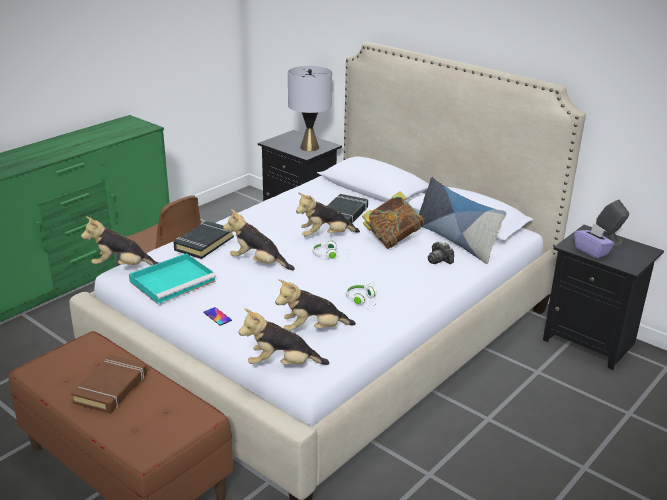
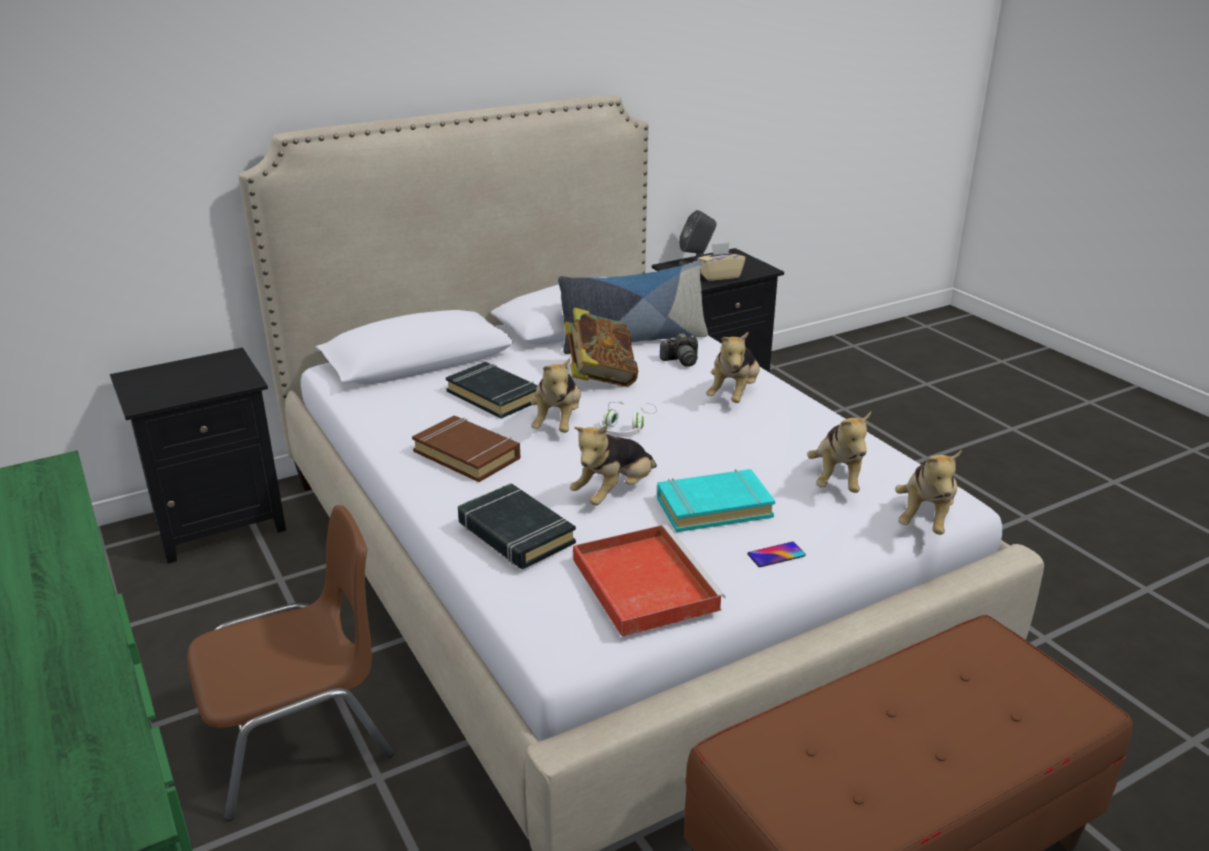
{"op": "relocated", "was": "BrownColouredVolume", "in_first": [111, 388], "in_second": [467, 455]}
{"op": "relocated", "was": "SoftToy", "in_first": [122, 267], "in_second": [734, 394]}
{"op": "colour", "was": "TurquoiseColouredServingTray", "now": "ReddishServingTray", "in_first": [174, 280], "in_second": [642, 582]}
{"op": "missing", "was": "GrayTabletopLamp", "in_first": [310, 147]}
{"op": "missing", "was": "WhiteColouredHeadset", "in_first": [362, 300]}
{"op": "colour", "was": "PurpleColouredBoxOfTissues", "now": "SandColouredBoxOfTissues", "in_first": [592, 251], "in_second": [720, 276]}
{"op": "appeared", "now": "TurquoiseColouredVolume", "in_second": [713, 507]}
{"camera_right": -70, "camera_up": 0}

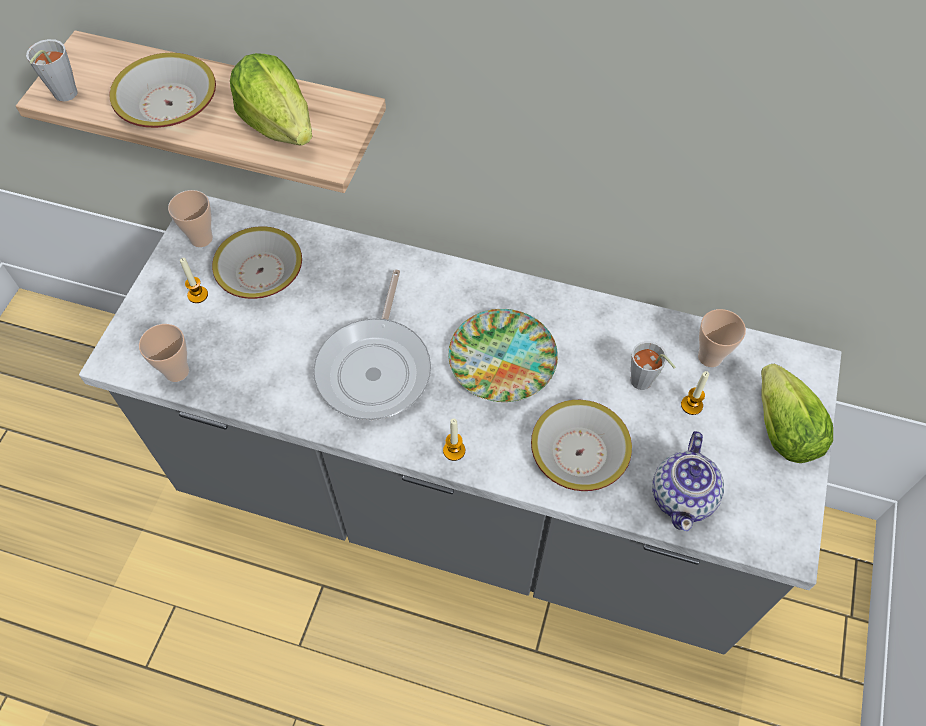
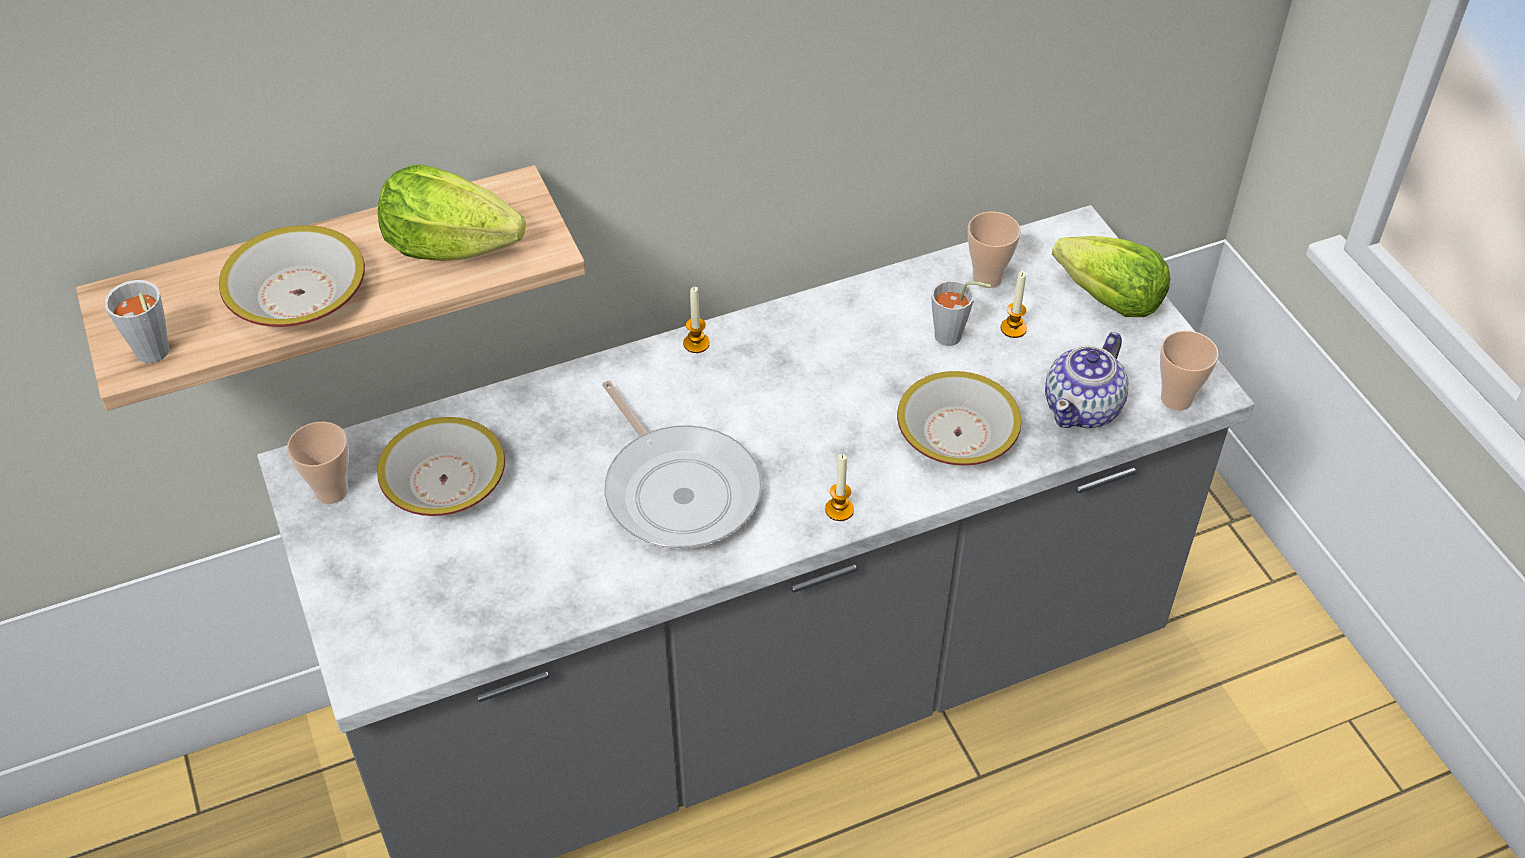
{"op": "relocated", "was": "DrinkingCup", "in_first": [177, 371], "in_second": [1176, 399]}
{"op": "relocated", "was": "WaxCandle", "in_first": [198, 295], "in_second": [696, 343]}
{"op": "missing", "was": "FlatDish", "in_first": [502, 359]}
{"op": "spun", "was": "Teapot", "in_first": [683, 496], "in_second": [1083, 408], "clockwise": 60}
{"camera_right": -40, "camera_up": -10}

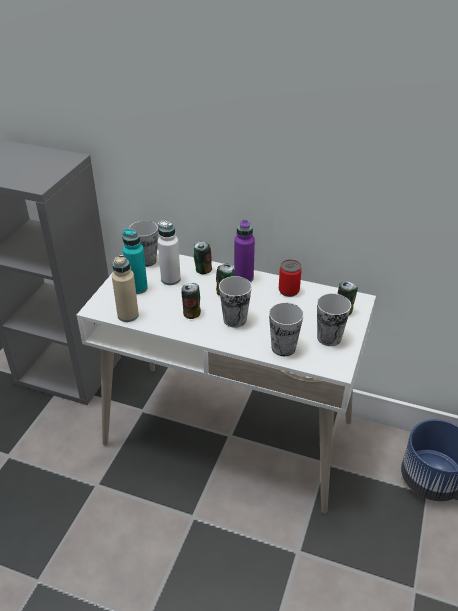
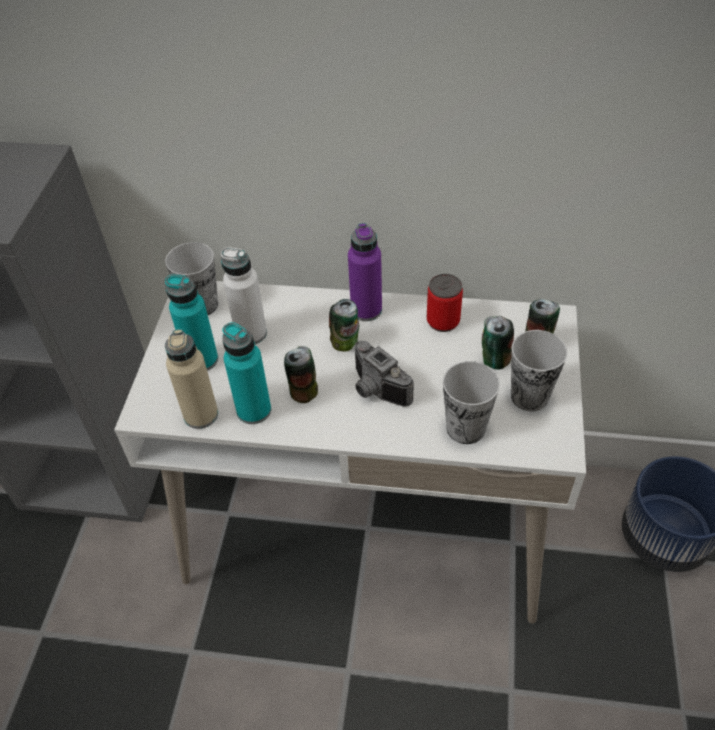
{"op": "relocated", "was": "Can", "in_first": [202, 270], "in_second": [494, 360]}
{"op": "exchanged", "was": "DrinkingCup", "now": "StillCamera", "in_first": [235, 320], "in_second": [375, 390]}
{"op": "appeared", "now": "TurquoiseColouredBeverageBottle", "in_second": [254, 410]}
{"camera_right": -10, "camera_up": 10}

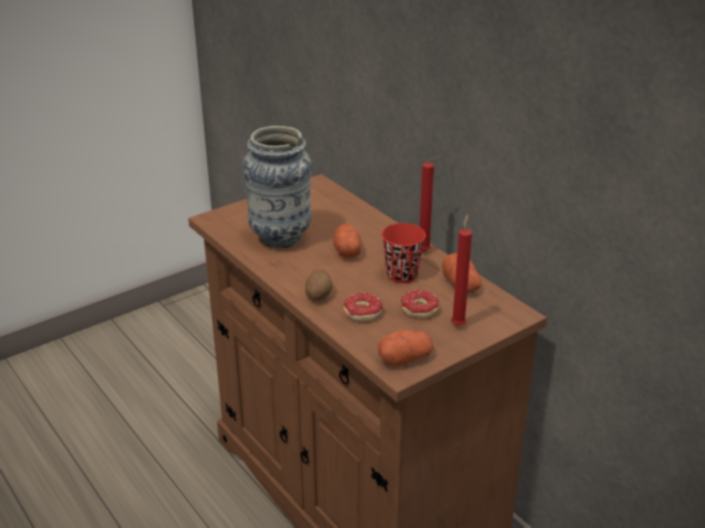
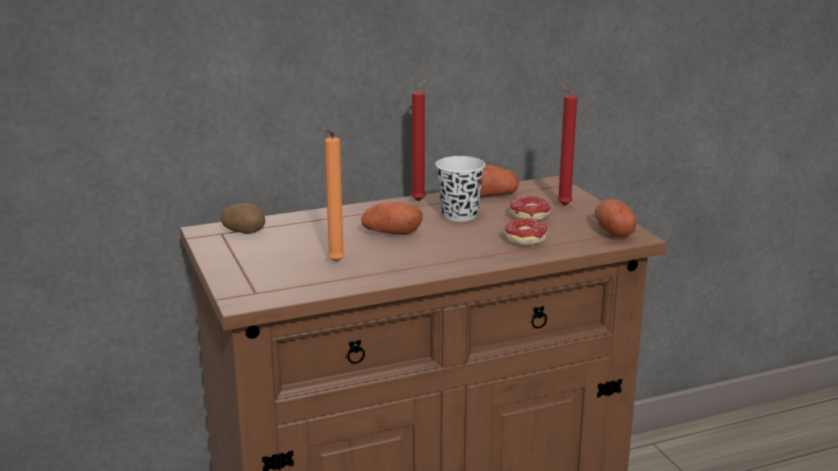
{"op": "exchanged", "was": "Vase", "now": "OrangeyWaxCandle", "in_first": [280, 238], "in_second": [334, 263]}
{"op": "relocated", "was": "Spud", "in_first": [319, 295], "in_second": [245, 231]}
{"op": "colour", "was": "ReddishDrinkingCup", "now": "BlackDrinkingCup", "in_first": [402, 275], "in_second": [459, 215]}
{"camera_right": -75, "camera_up": -10}

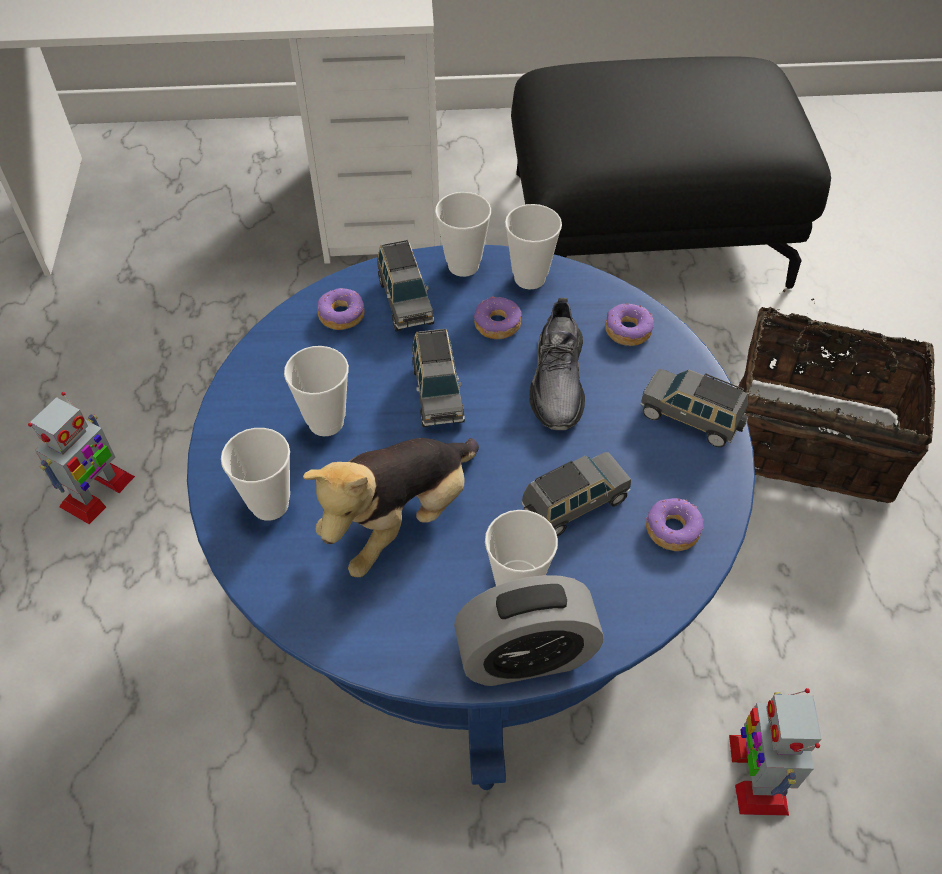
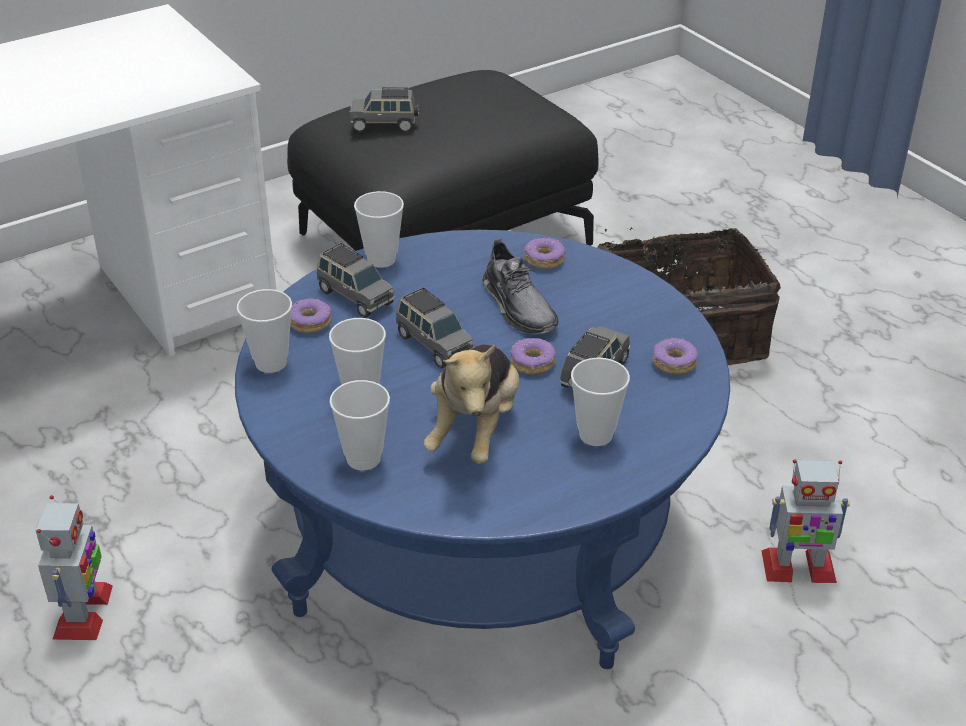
{"op": "missing", "was": "BedsideClock", "in_first": [525, 656]}
{"op": "relocated", "was": "RingDoughnut", "in_first": [497, 324], "in_second": [532, 363]}
{"op": "relocated", "was": "DrinkingCup", "in_first": [529, 278], "in_second": [271, 363]}
{"op": "relocated", "was": "GrayMiniatureCar", "in_first": [691, 418], "in_second": [384, 124]}
{"op": "spun", "was": "ModelRobot", "in_first": [757, 773], "in_second": [797, 567], "clockwise": -60}
{"camera_right": -30, "camera_up": -15}

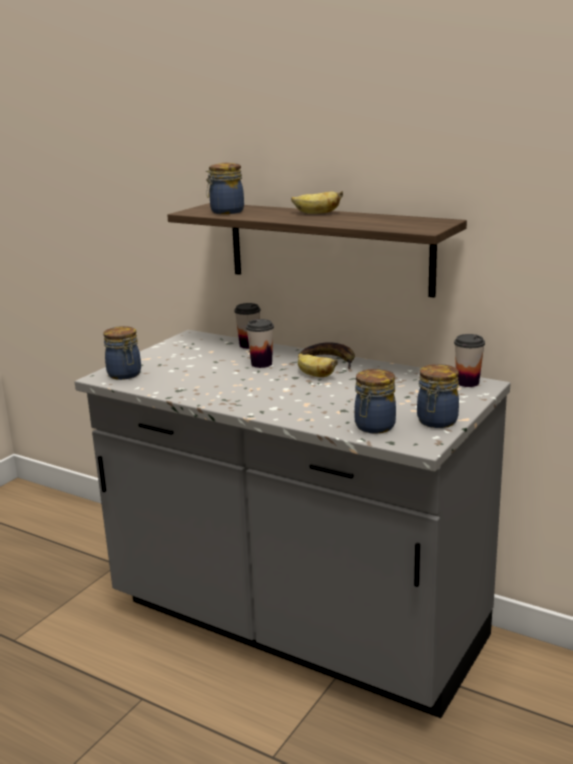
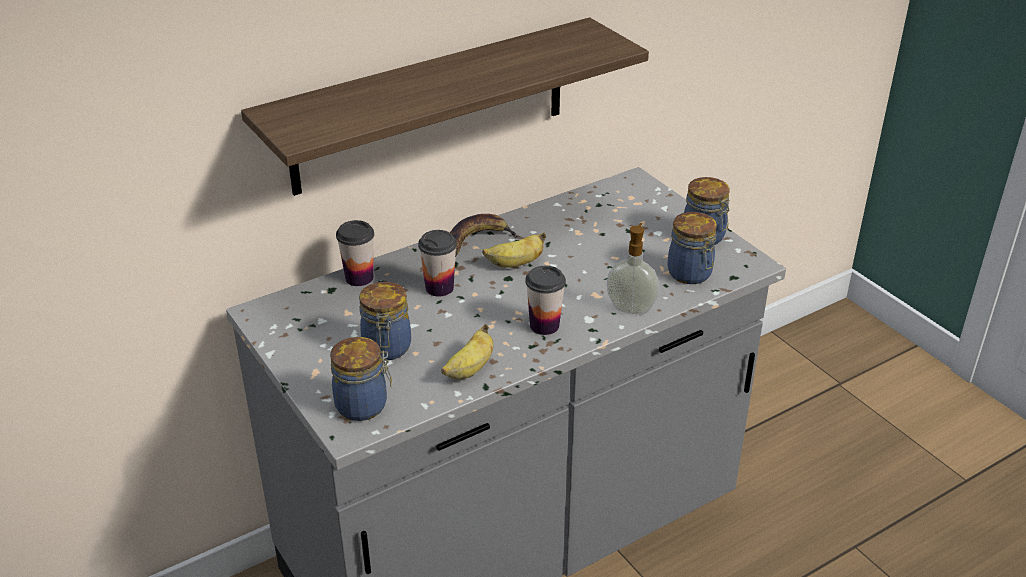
{"op": "relocated", "was": "Jar", "in_first": [226, 212], "in_second": [387, 349]}
{"op": "relocated", "was": "WholeBanana", "in_first": [316, 213], "in_second": [469, 369]}
{"op": "relocated", "was": "DrinkingCup", "in_first": [467, 382], "in_second": [544, 325]}
{"op": "appeared", "now": "LiquidSoapBottle", "in_second": [631, 308]}
{"camera_right": -65, "camera_up": 15}

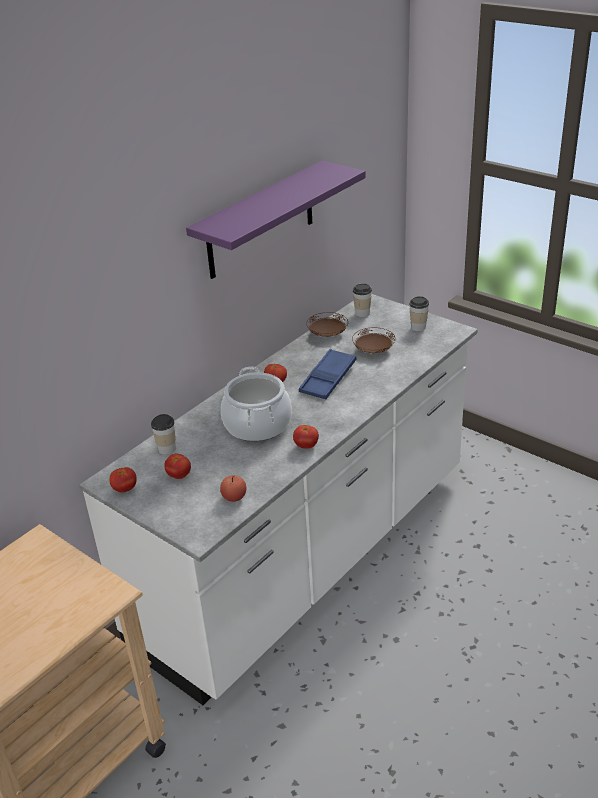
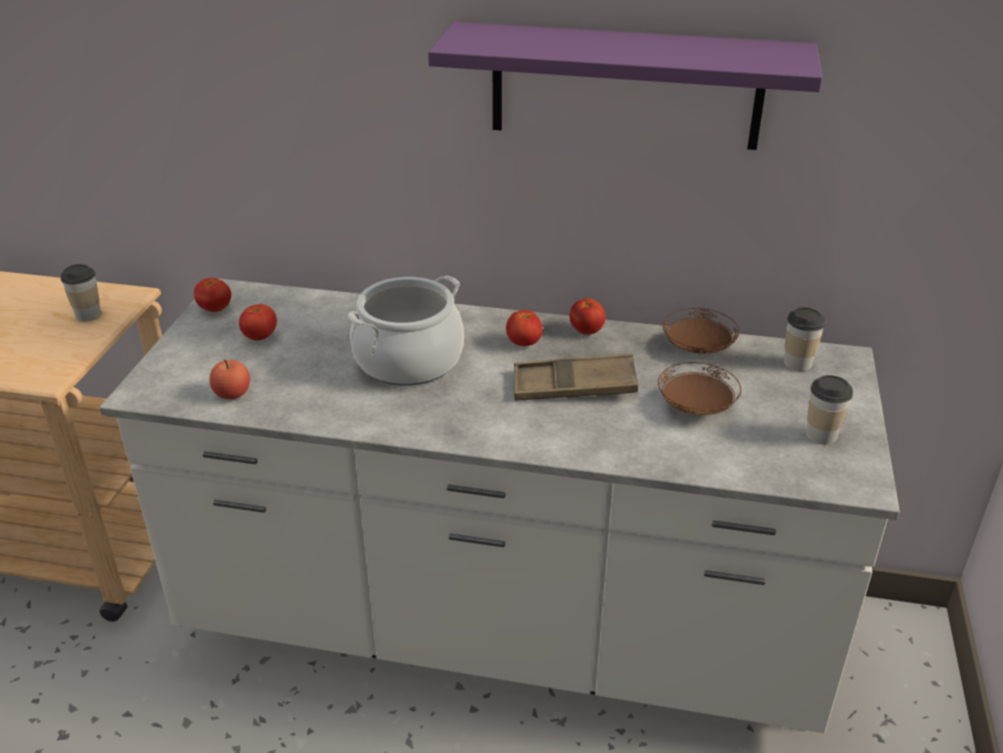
{"op": "relocated", "was": "DrinkingCup", "in_first": [167, 449], "in_second": [88, 315]}
{"op": "relocated", "was": "Tomato", "in_first": [306, 446], "in_second": [586, 331]}
{"op": "colour", "was": "BlueServingTray", "now": "BrownColouredServingTray", "in_first": [328, 379], "in_second": [574, 386]}
{"camera_right": 60, "camera_up": 0}

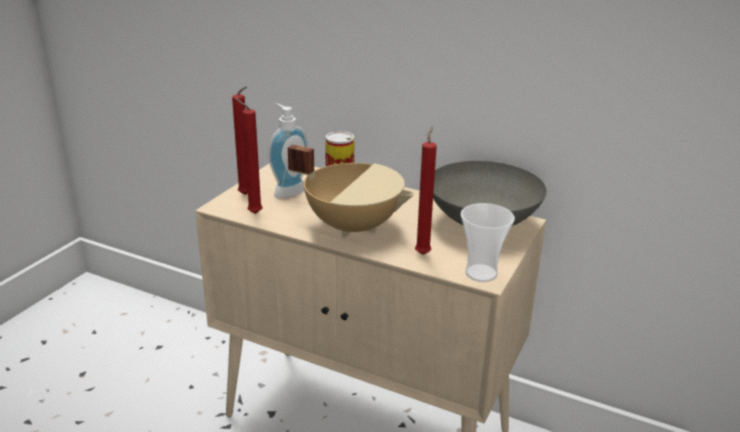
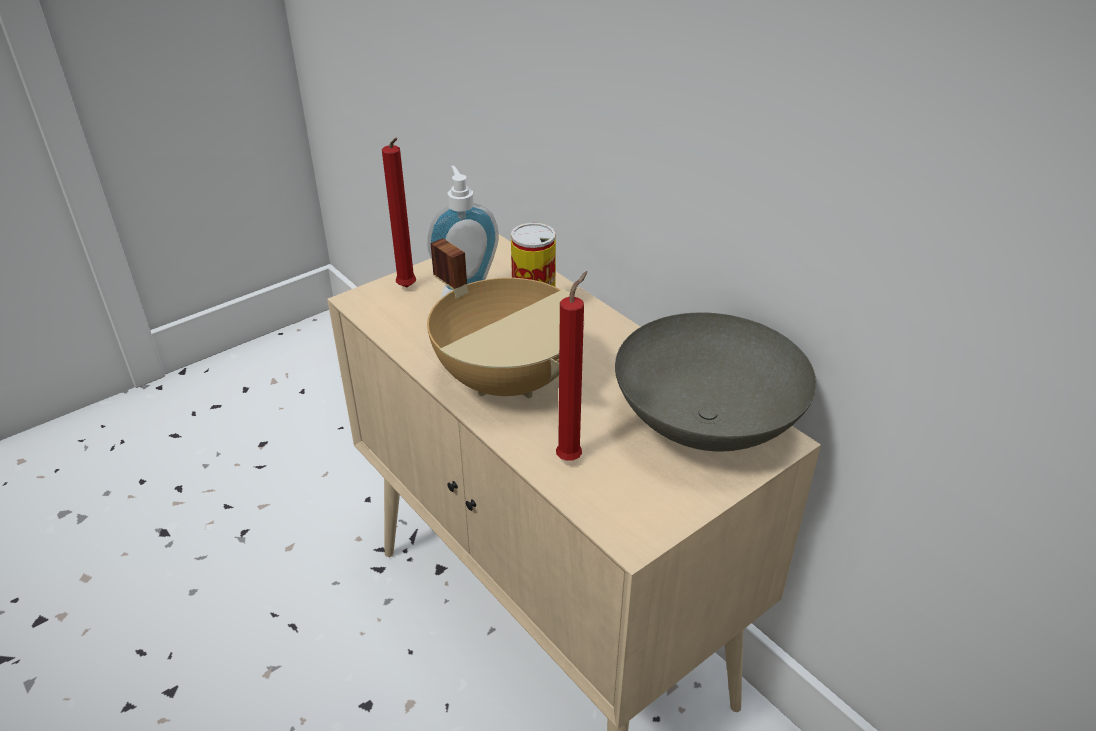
{"op": "missing", "was": "ReddishWaxCandle", "in_first": [252, 213]}
{"op": "missing", "was": "DrinkingCup", "in_first": [481, 273]}
{"camera_right": 25, "camera_up": 10}

